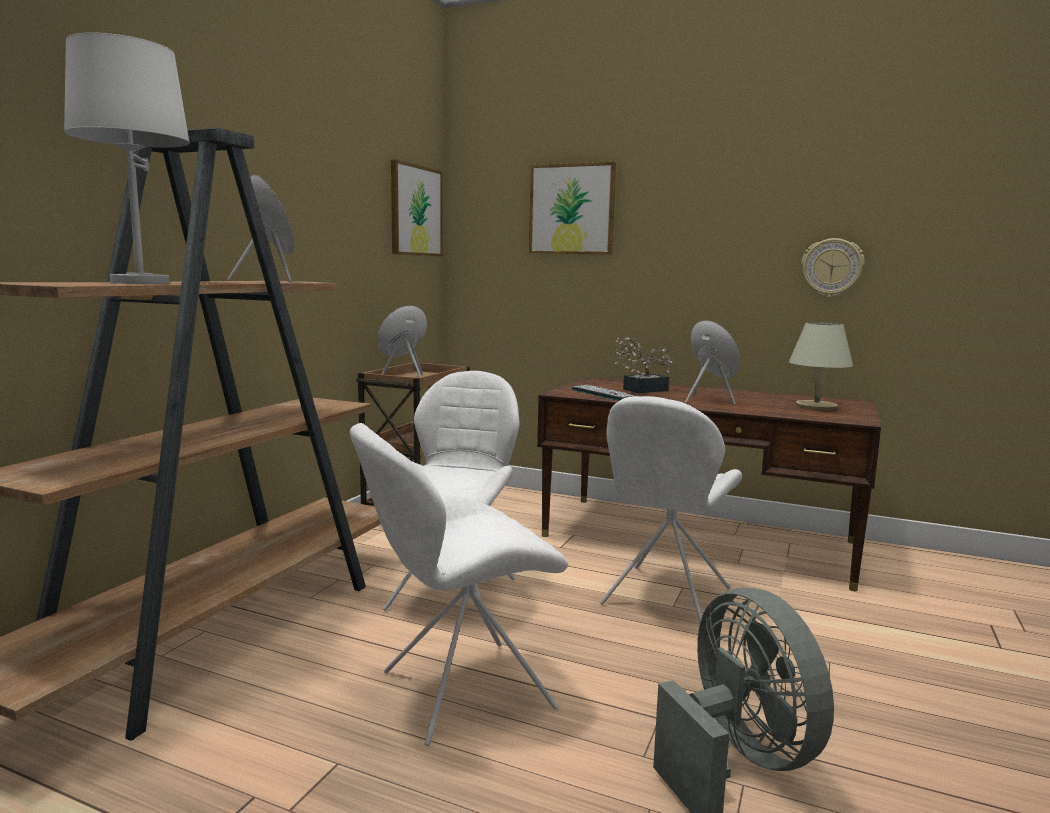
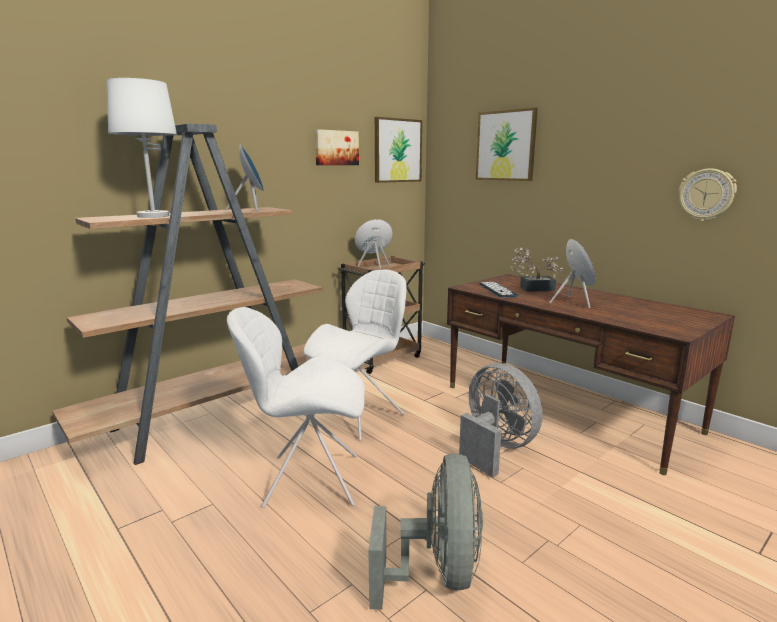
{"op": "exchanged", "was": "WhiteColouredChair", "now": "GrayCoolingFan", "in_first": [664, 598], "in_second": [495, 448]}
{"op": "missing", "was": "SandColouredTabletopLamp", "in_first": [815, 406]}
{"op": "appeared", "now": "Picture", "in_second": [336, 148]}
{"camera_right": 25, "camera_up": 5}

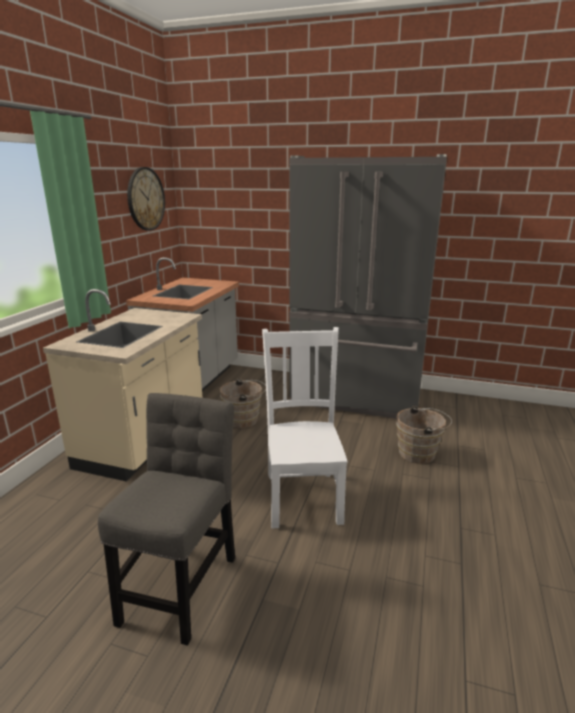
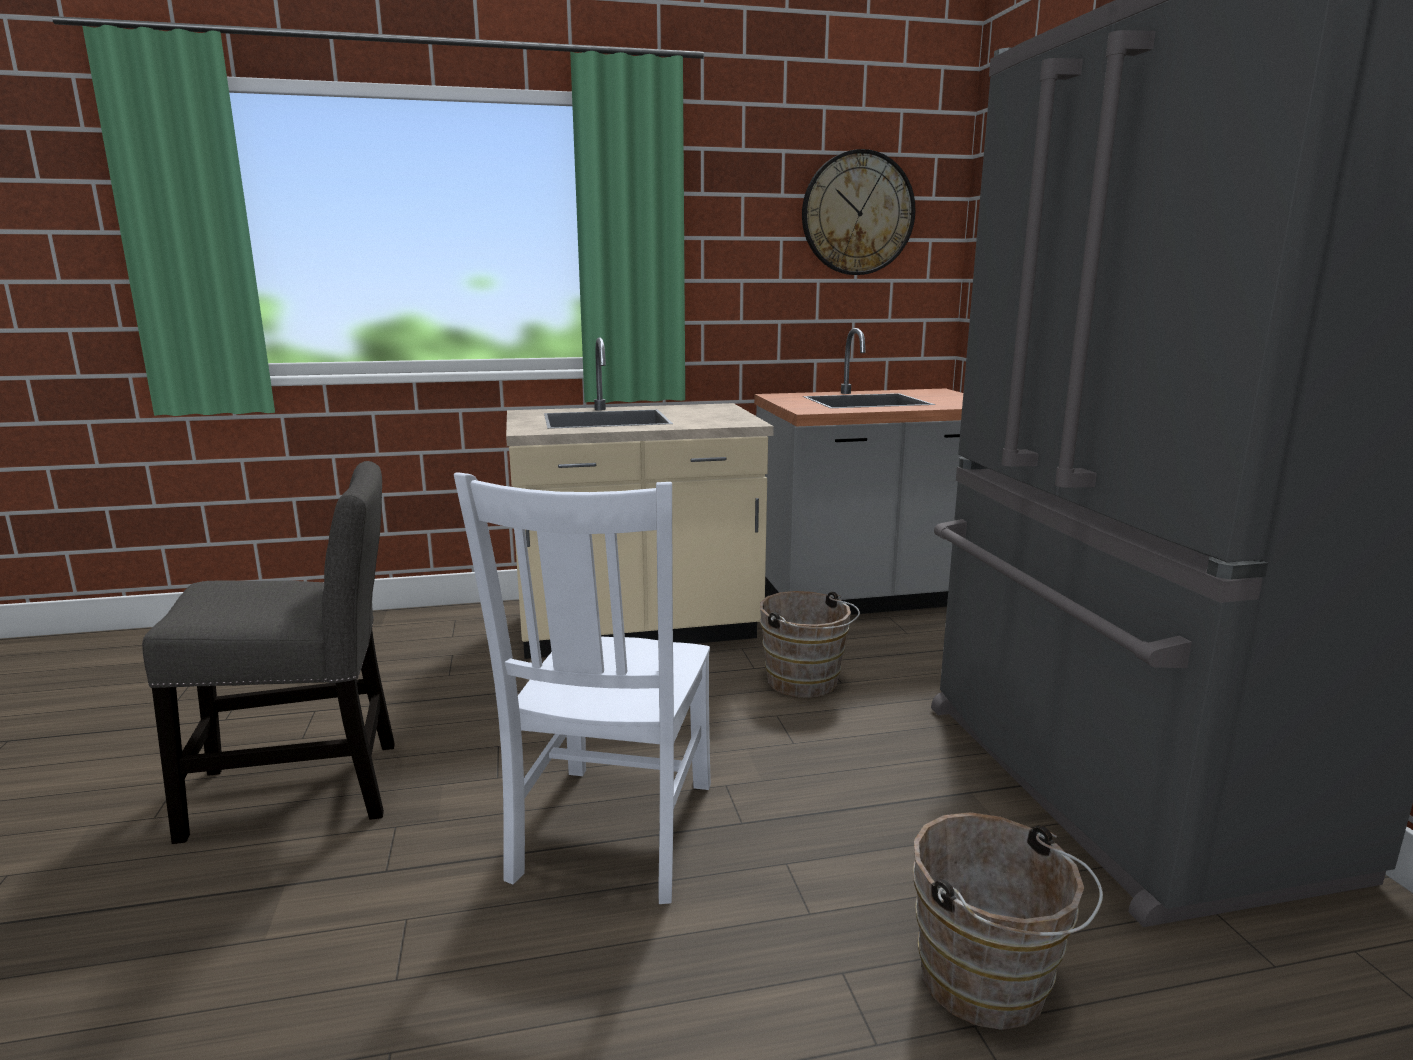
{"op": "spun", "was": "WhiteColouredChair", "in_first": [303, 495], "in_second": [612, 834], "clockwise": 135}
{"camera_right": 60, "camera_up": -5}

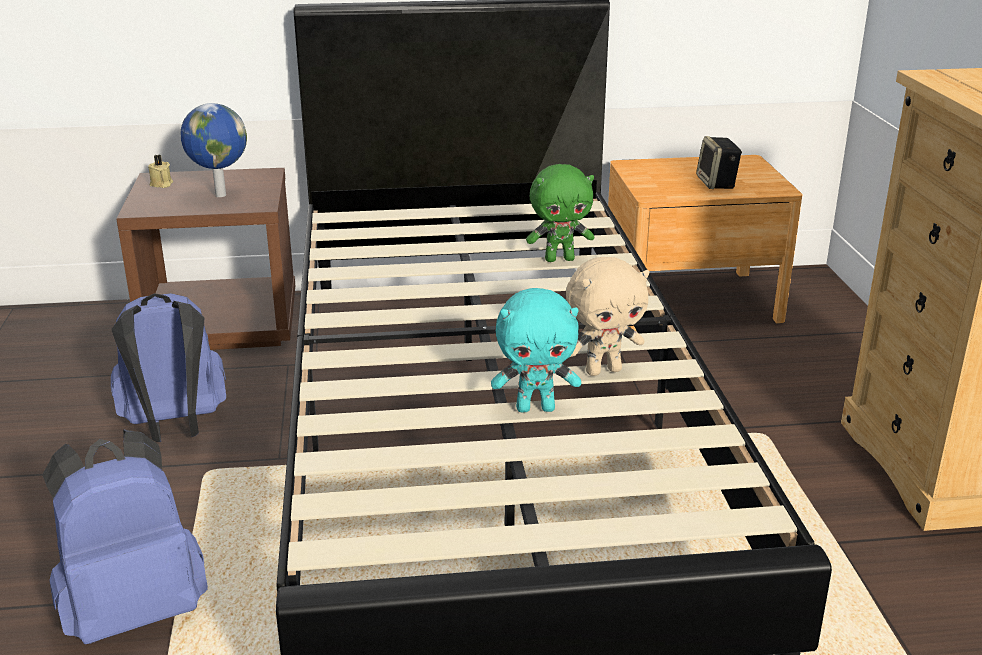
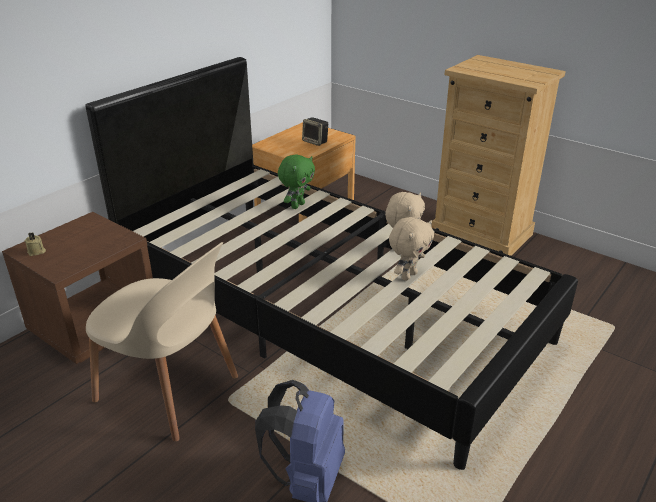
{"op": "exchanged", "was": "BlueKnapsack", "now": "SandColouredChair", "in_first": [175, 428], "in_second": [170, 391]}
{"op": "missing", "was": "DeskGlobe", "in_first": [219, 195]}
{"op": "colour", "was": "TurquoiseColouredSoftToy", "now": "SandColouredSoftToy", "in_first": [536, 408], "in_second": [408, 275]}
{"camera_right": -45, "camera_up": 5}

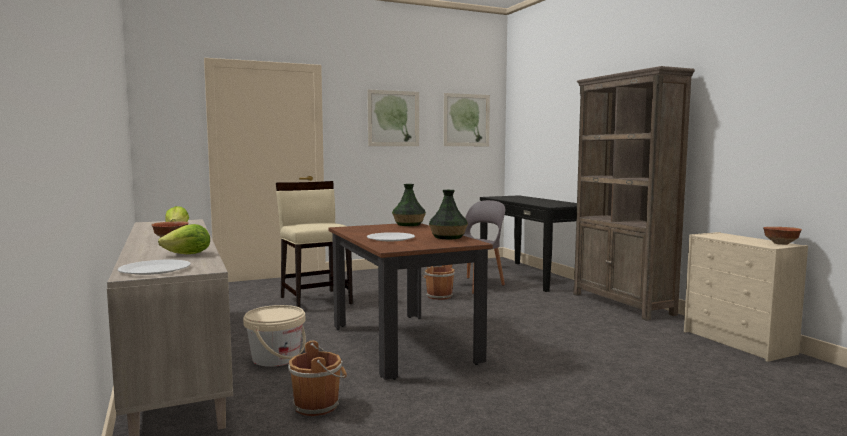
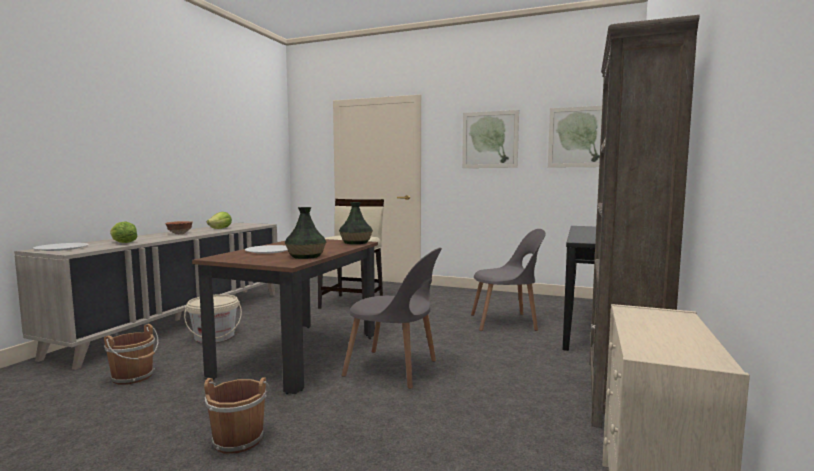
{"op": "relocated", "was": "BrownColouredBucket", "in_first": [438, 296], "in_second": [238, 439]}
{"op": "missing", "was": "ServingBowl", "in_first": [780, 243]}
{"op": "appeared", "now": "GrayChair", "in_second": [394, 369]}
{"camera_right": 45, "camera_up": 0}

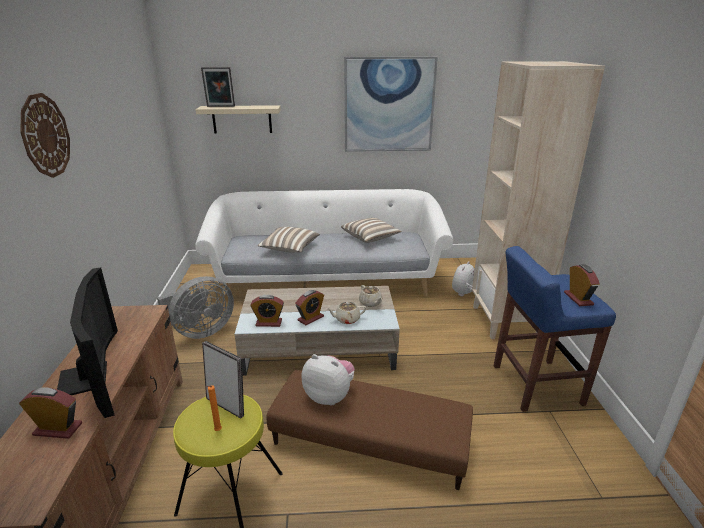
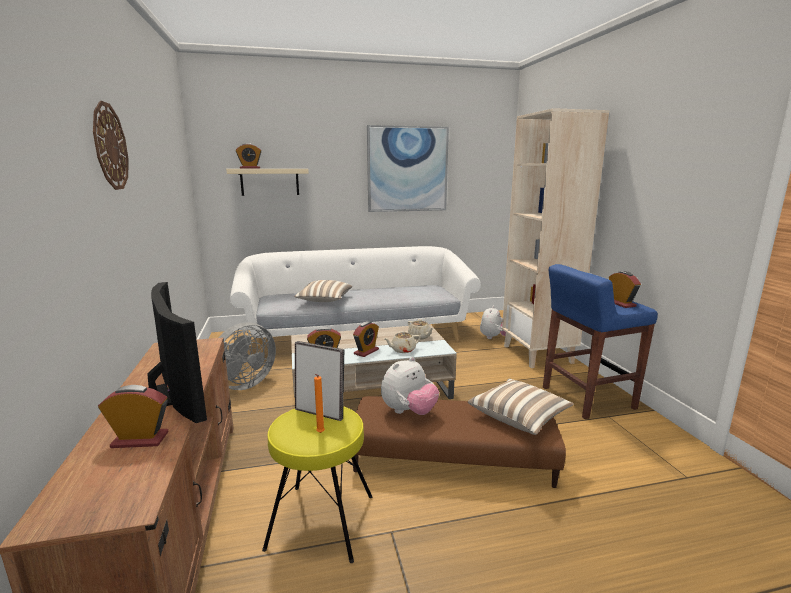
{"op": "exchanged", "was": "StandingFrame", "now": "BedsideClock", "in_first": [220, 106], "in_second": [250, 168]}
{"op": "spun", "was": "SoftToy", "in_first": [329, 396], "in_second": [409, 412], "clockwise": 120}
{"op": "relocated", "was": "ThrowPillow", "in_first": [370, 237], "in_second": [519, 417]}
{"camera_right": -10, "camera_up": -10}

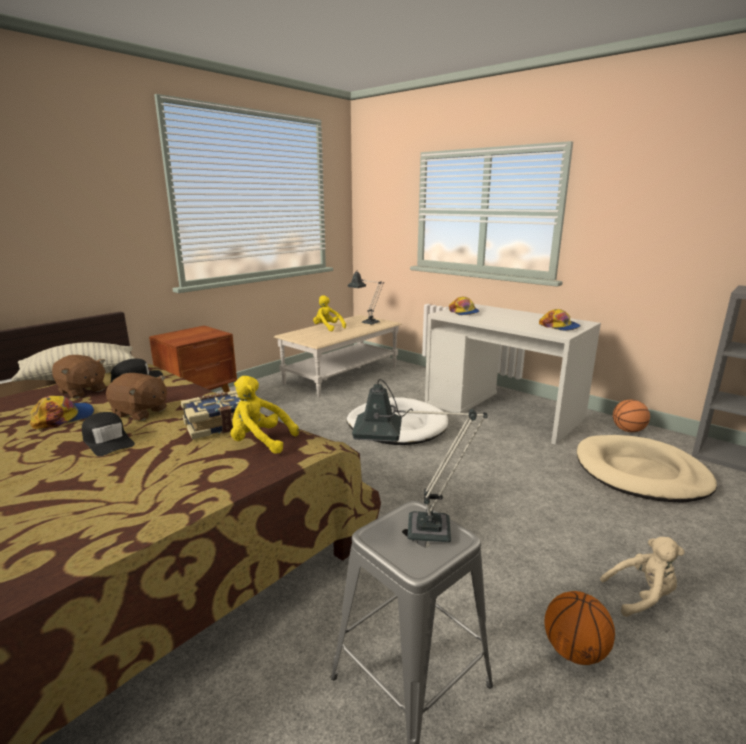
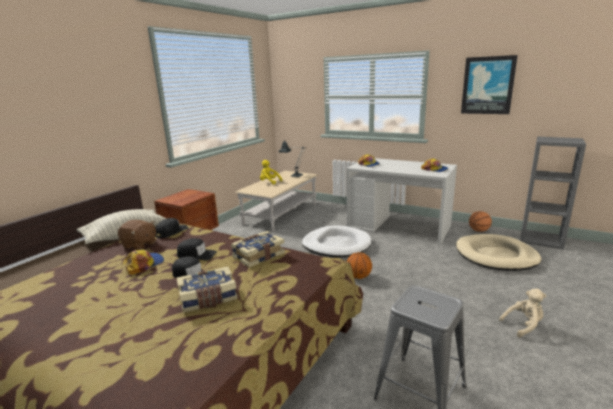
{"op": "exchanged", "was": "BrownColouredSoftToy", "now": "BlackCap", "in_first": [140, 412], "in_second": [196, 255]}
{"op": "missing", "was": "YellowColouredSoftToy", "in_first": [260, 442]}
{"op": "missing", "was": "TabletopLamp", "in_first": [416, 528]}
{"op": "relocated", "was": "Basketball", "in_first": [574, 651], "in_second": [359, 277]}
{"op": "appeared", "now": "Volume", "in_second": [208, 298]}
{"op": "appeared", "now": "Picture", "in_second": [487, 85]}
{"camera_right": -10, "camera_up": 0}

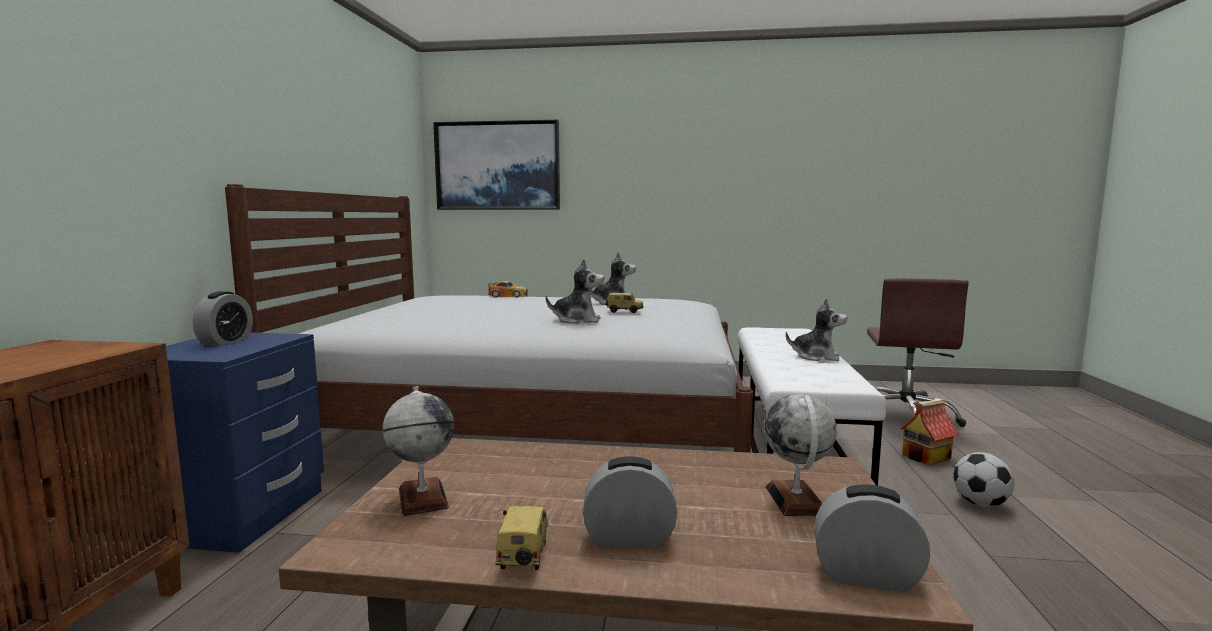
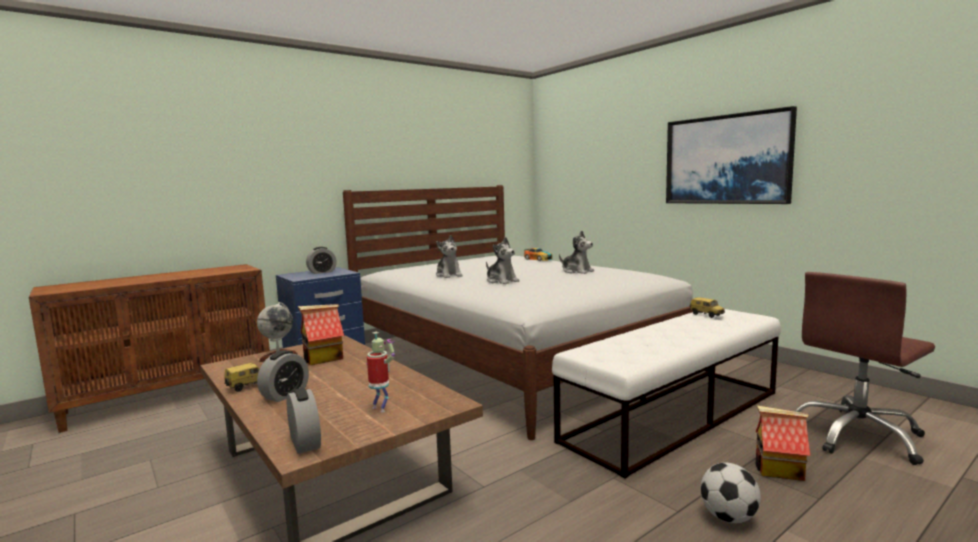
{"op": "relocated", "was": "Picture", "in_first": [498, 166], "in_second": [726, 159]}
{"op": "spun", "was": "BedsideClock", "in_first": [629, 539], "in_second": [285, 395], "clockwise": 75}
{"op": "relocated", "was": "MiniatureCar", "in_first": [624, 312], "in_second": [707, 315]}
{"op": "exchanged", "was": "DeskGlobe", "now": "ModelRobot", "in_first": [796, 500], "in_second": [381, 408]}
{"op": "relocated", "was": "SoftToy", "in_first": [816, 357], "in_second": [449, 275]}
{"op": "appeared", "now": "MiniatureHouse", "in_second": [323, 358]}
{"camera_right": 45, "camera_up": 0}

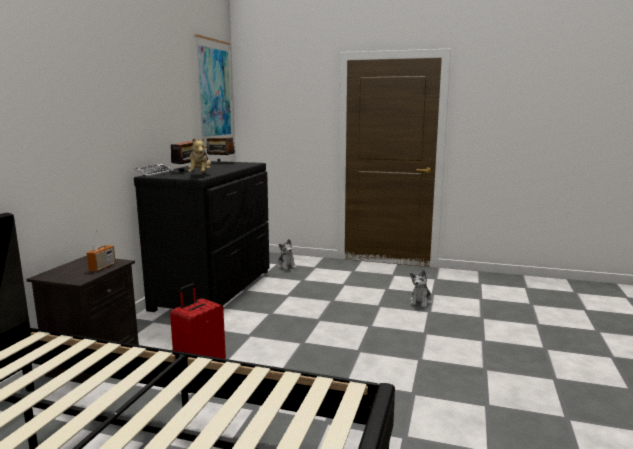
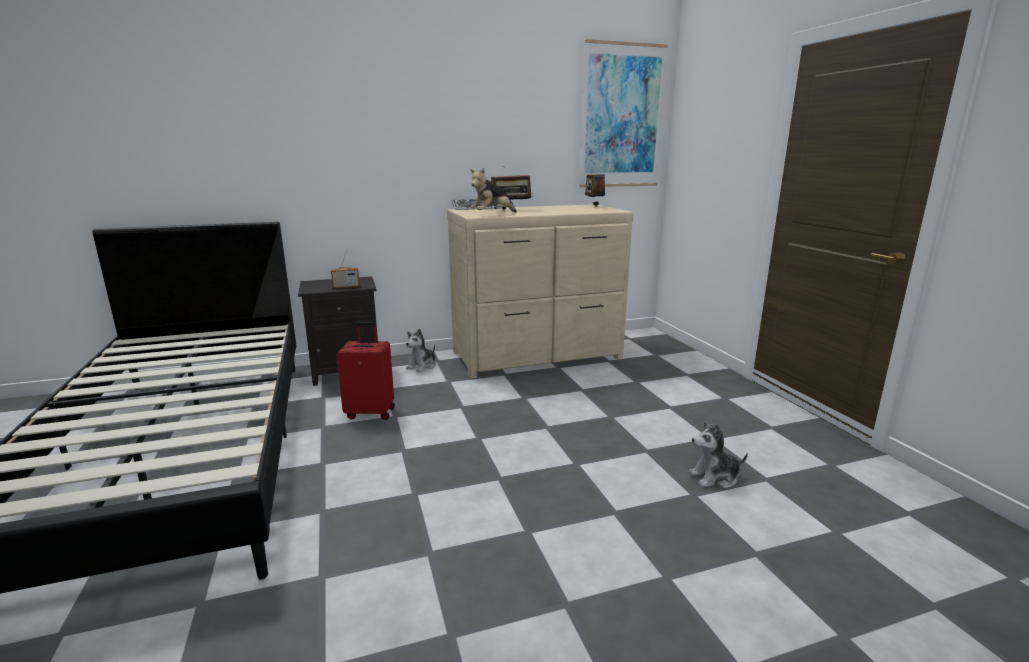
{"op": "colour", "was": "BlackDresser", "now": "SandColouredDresser", "in_first": [216, 289], "in_second": [538, 356]}
{"op": "relocated", "was": "SoftToy", "in_first": [286, 266], "in_second": [422, 366]}
{"camera_right": 55, "camera_up": 5}

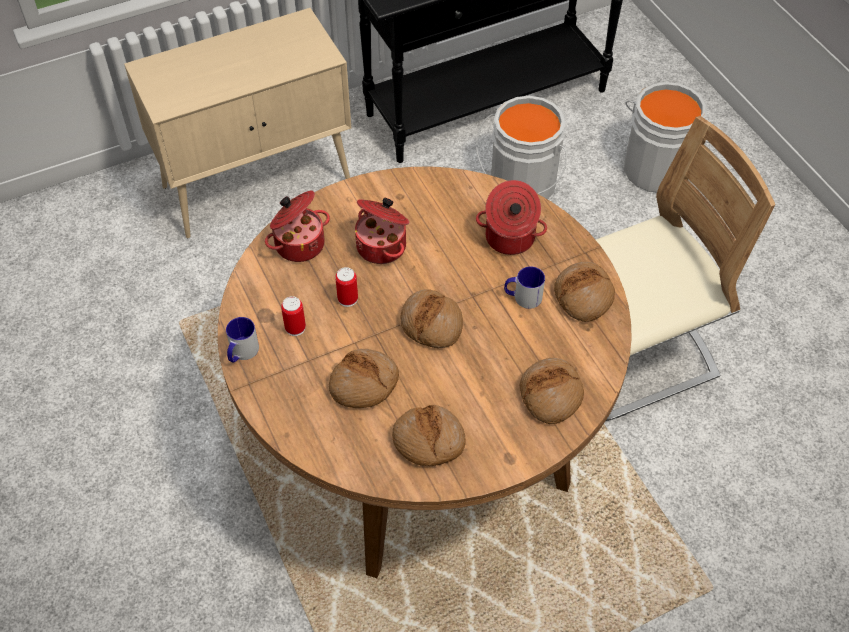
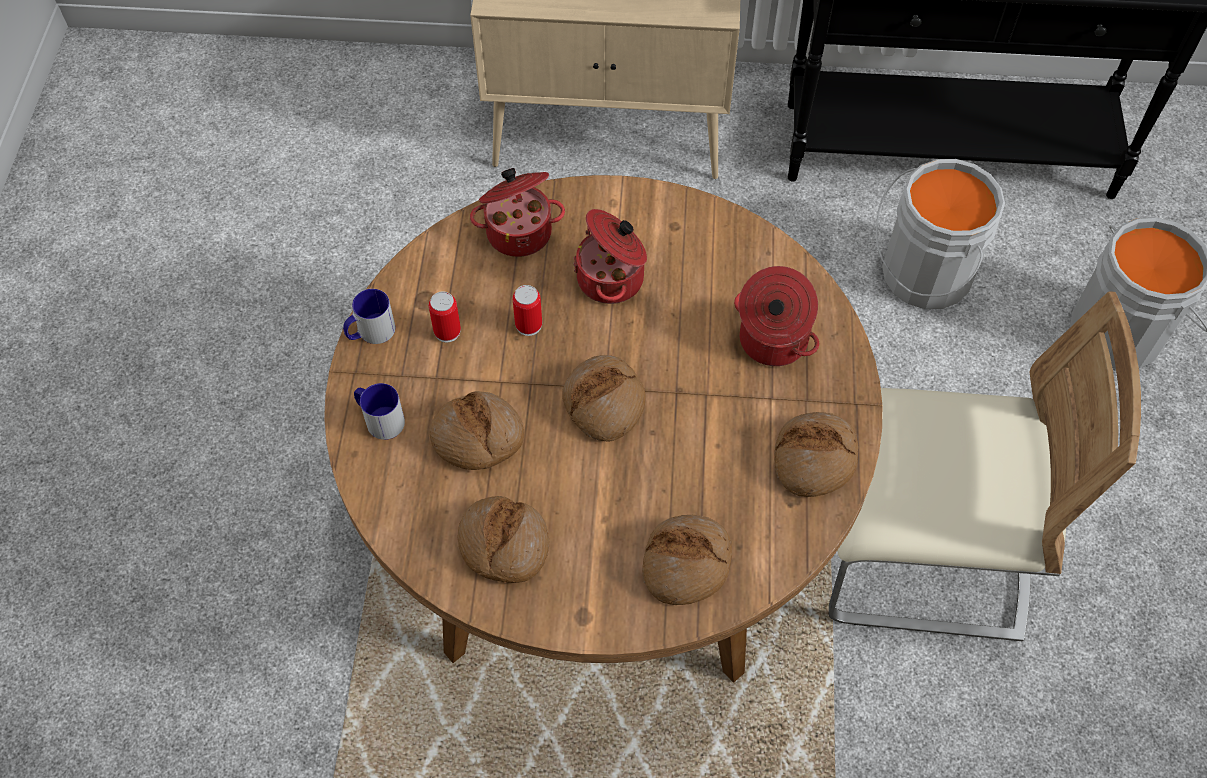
{"op": "relocated", "was": "TeaMug", "in_first": [522, 297], "in_second": [379, 419]}
{"camera_right": 30, "camera_up": 5}

